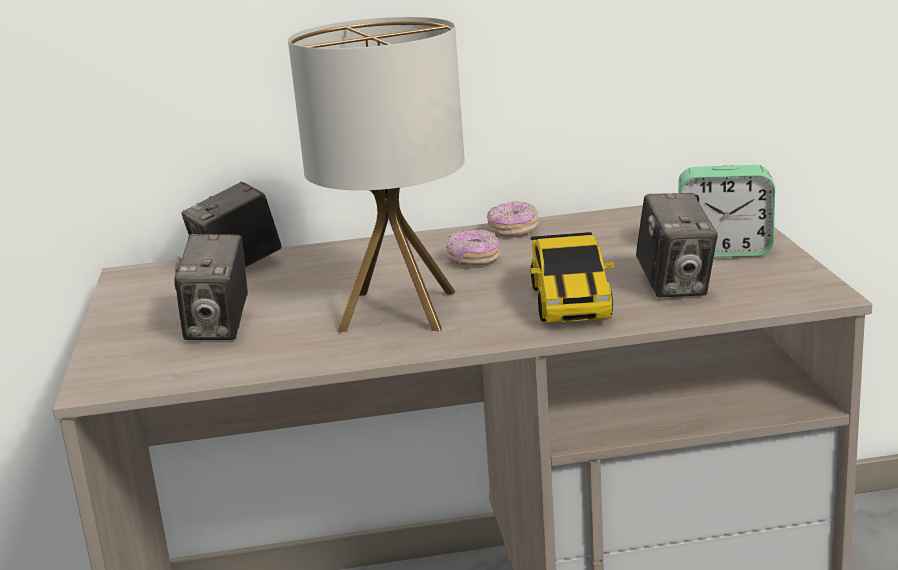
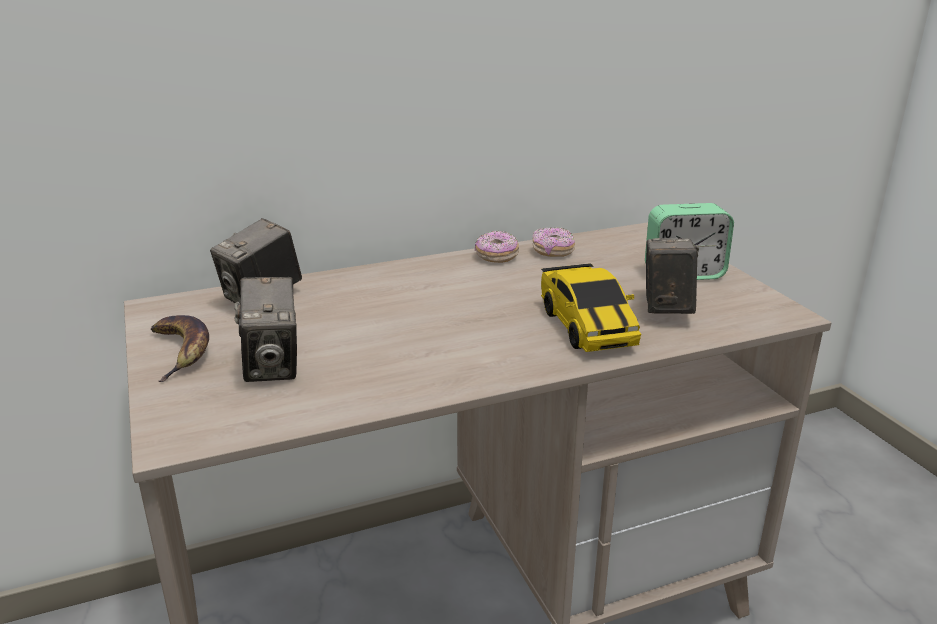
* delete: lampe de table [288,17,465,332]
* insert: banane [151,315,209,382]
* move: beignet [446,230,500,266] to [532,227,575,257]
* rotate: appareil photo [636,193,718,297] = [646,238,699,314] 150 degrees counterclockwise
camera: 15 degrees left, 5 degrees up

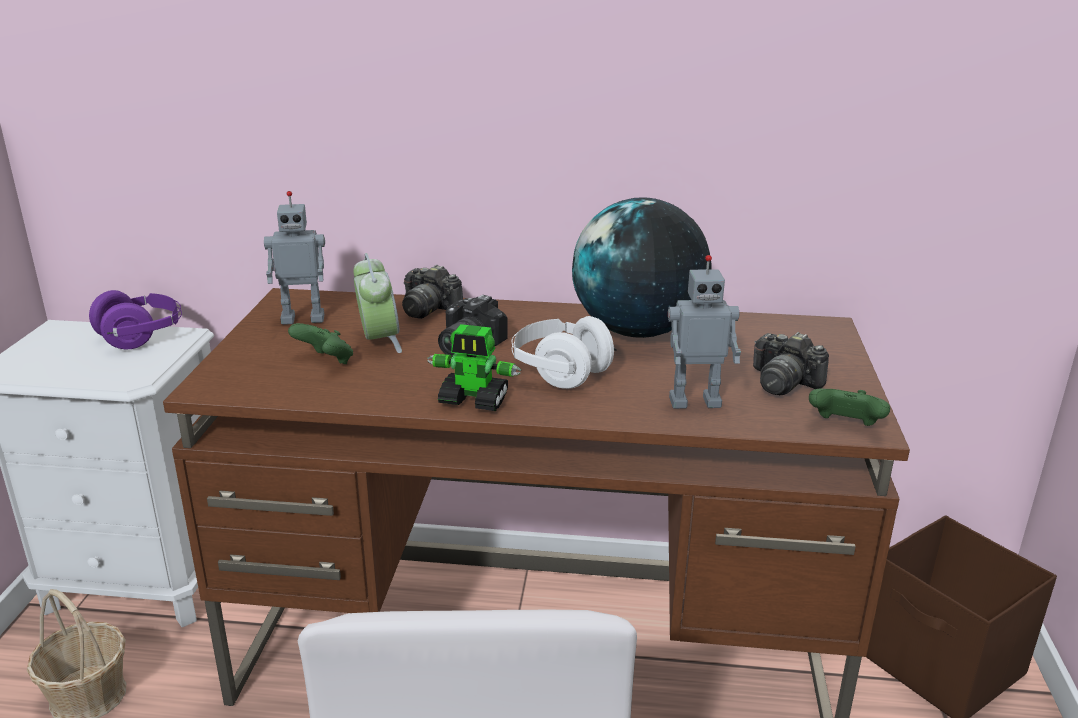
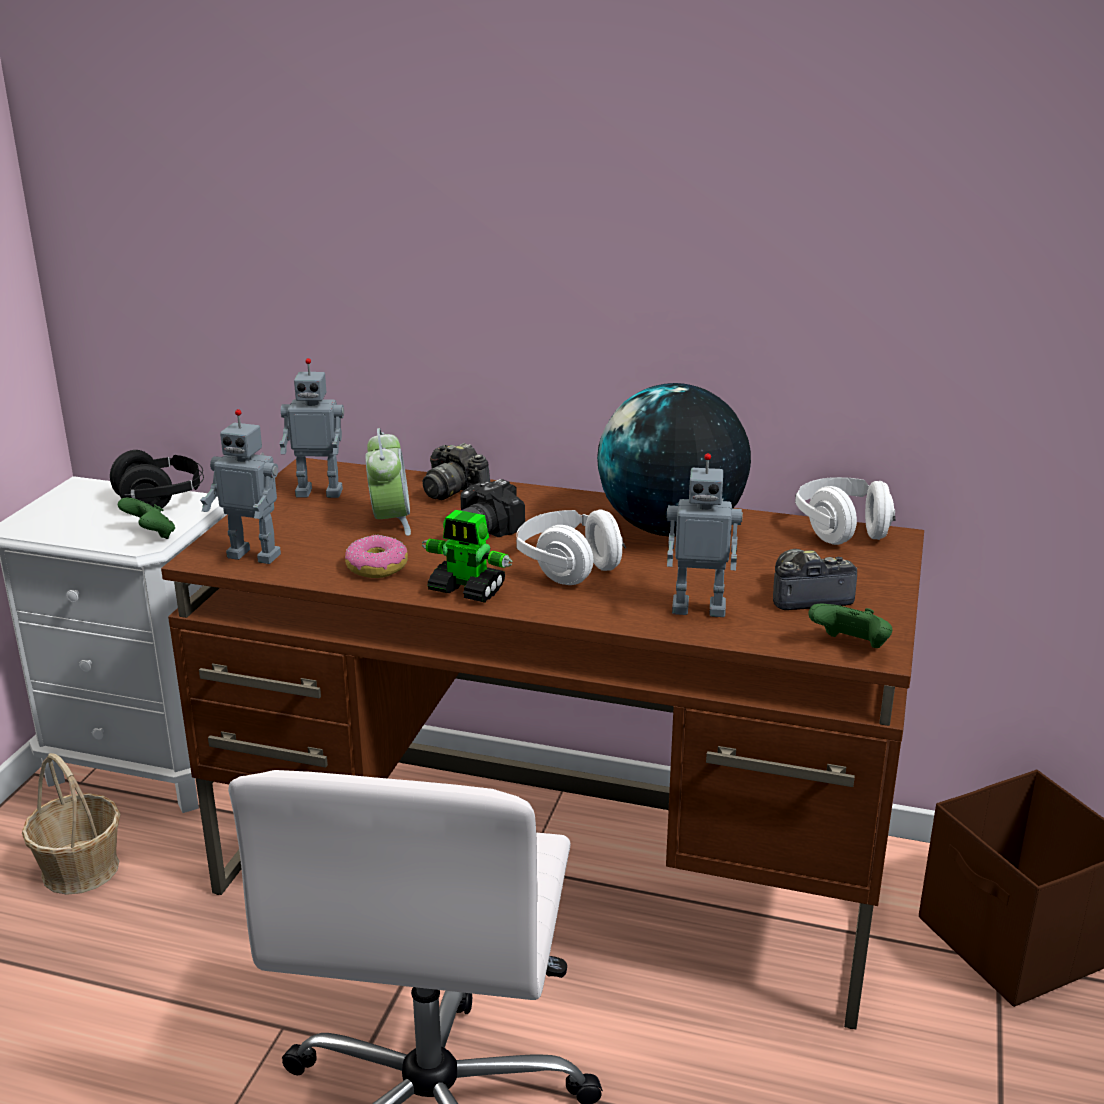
* insert: robot jouet [200,409,281,564]
* insert: beignet [345,535,408,578]
* insert: casque audio/blanc [795,477,895,545]
* move: manette/vert [288,323,353,364] to [118,498,175,539]
* recolor: casque audio/violet [89,290,182,349] to casque audio/noir [110,450,204,508]
* rotate: appareil photo [753,332,829,395] = [773,549,857,610] 120 degrees clockwise
camera: 10 degrees right, 0 degrees up

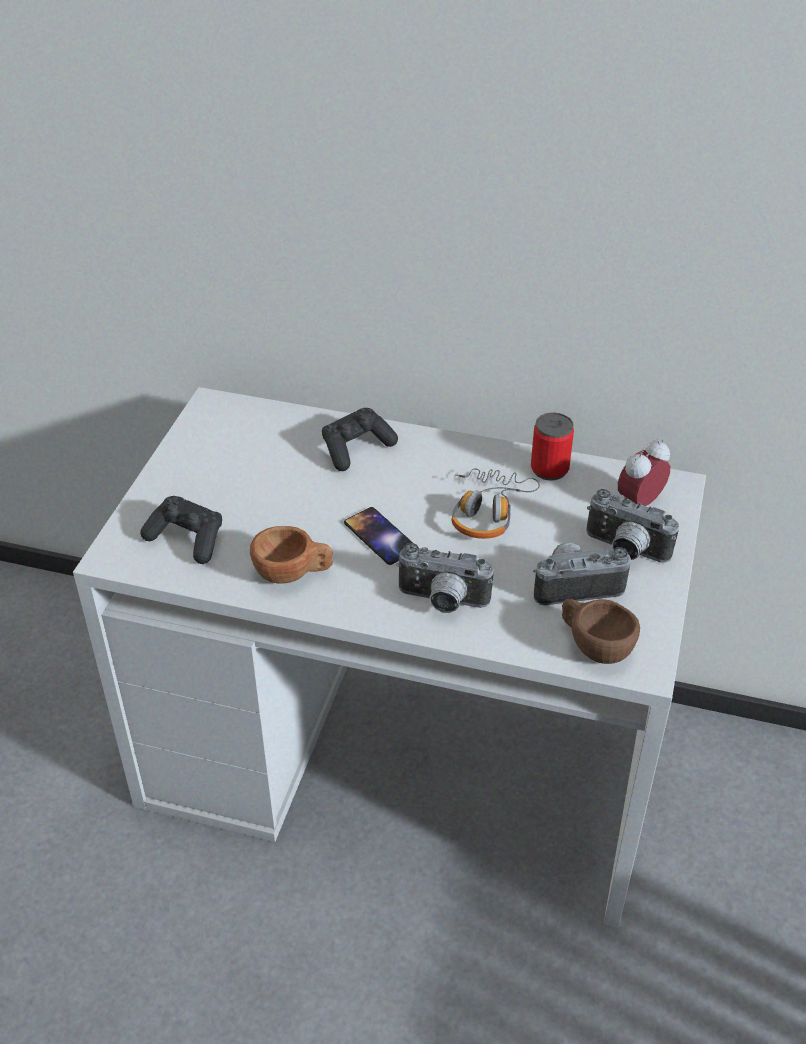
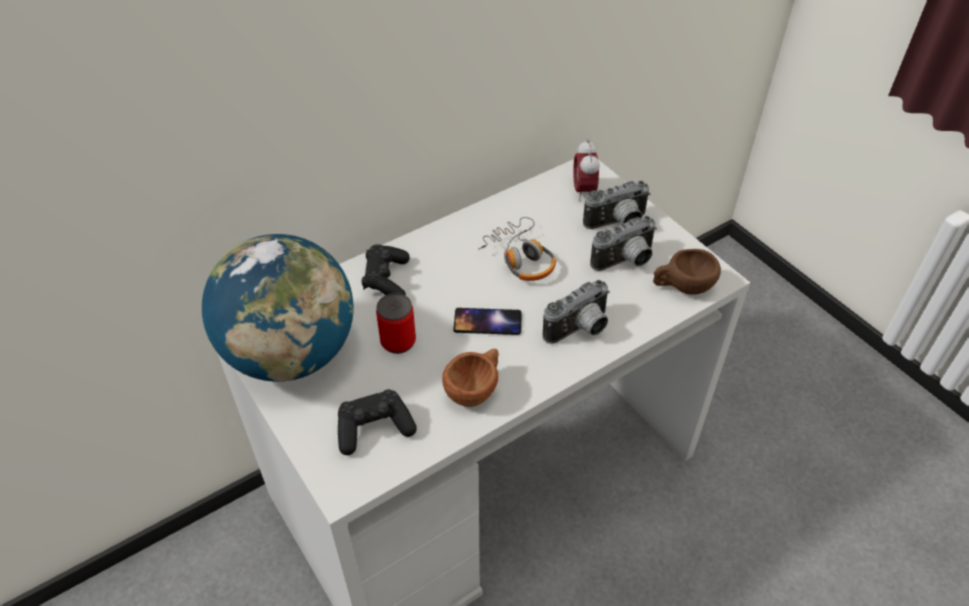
* insert: globe [202,234,354,382]
* move: boîte métallique [531,412,574,481] to [376,293,416,354]
* rotate: appareil photo [533,542,631,606] = [590,216,657,271] 150 degrees counterclockwise
camera: 50 degrees left, 5 degrees up

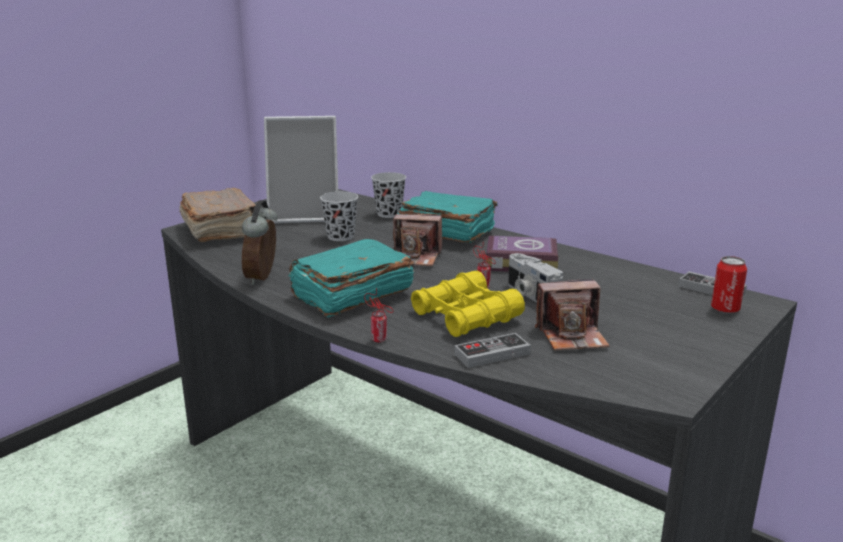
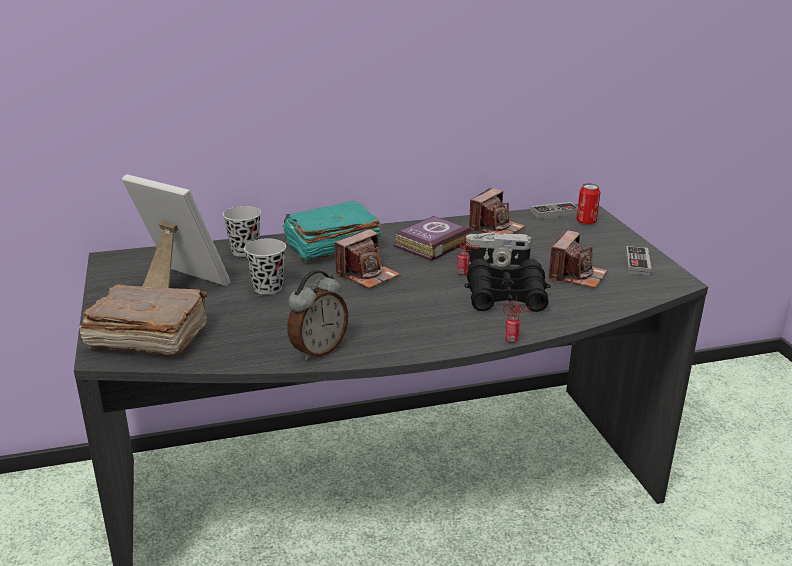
* delete: livre/turquoise [288,239,414,318]
* insert: appareil photo [469,188,525,235]
* move: manette [454,333,531,368] to [625,246,652,276]
* recolor: jumelles/jaune [411,271,525,337] to jumelles/noir [464,258,550,312]
* rotate: réveil [242,200,278,285] = [288,270,348,361] 90 degrees counterclockwise
* rotate: cadre photo [264,116,338,223] = [122,174,230,288] 90 degrees counterclockwise
camera: 55 degrees left, 5 degrees up

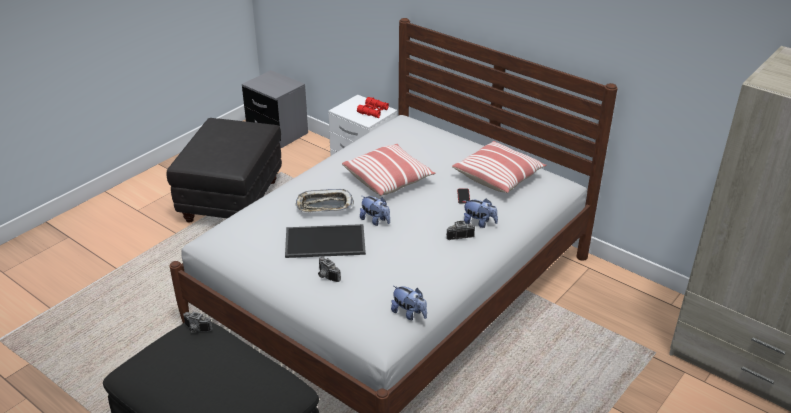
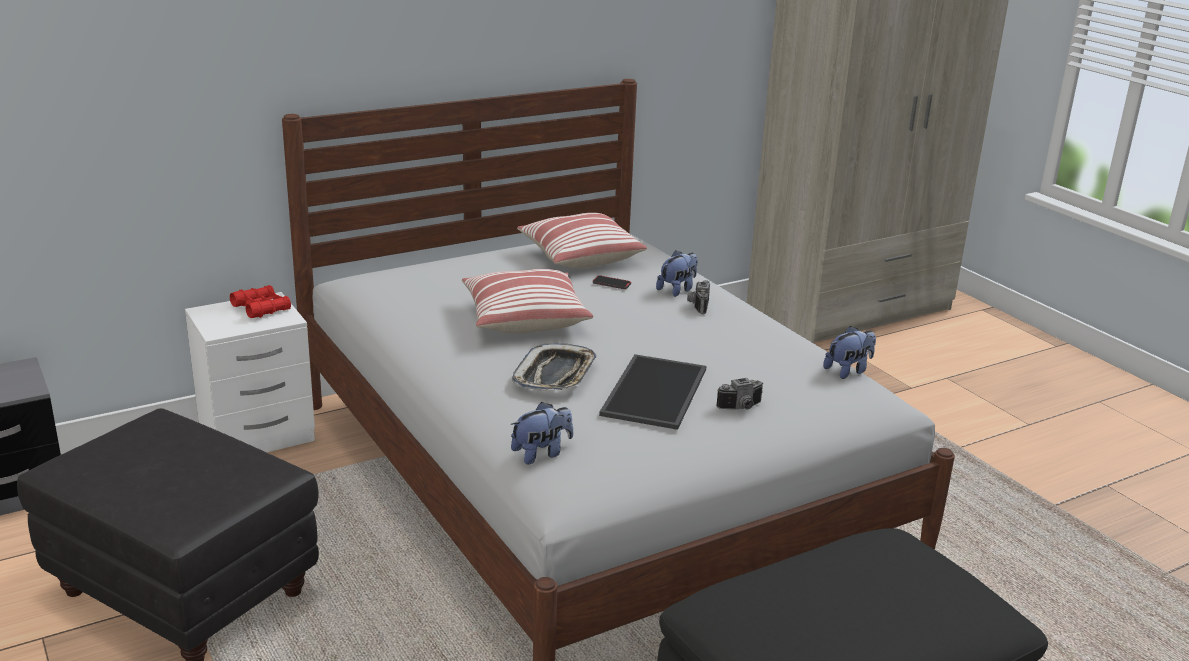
* delete: appareil photo [183,312,213,333]
* move: peluche [360,196,390,226] to [511,402,573,465]
camera: 70 degrees left, 10 degrees down

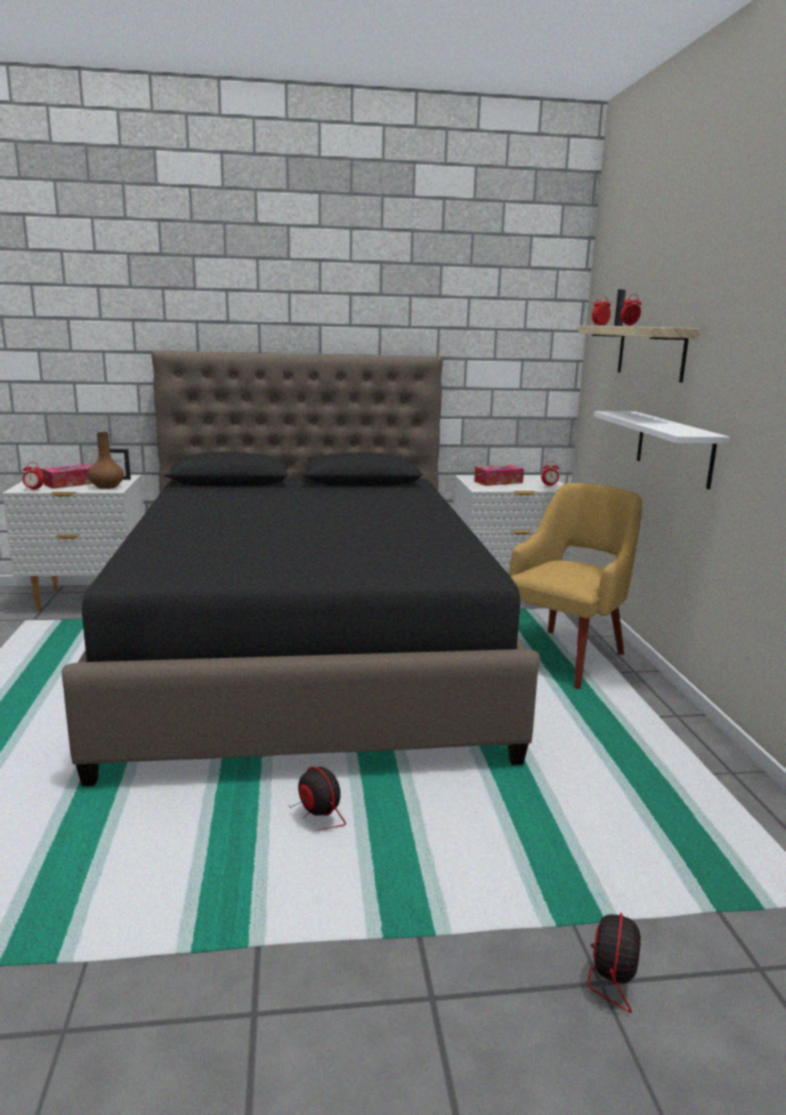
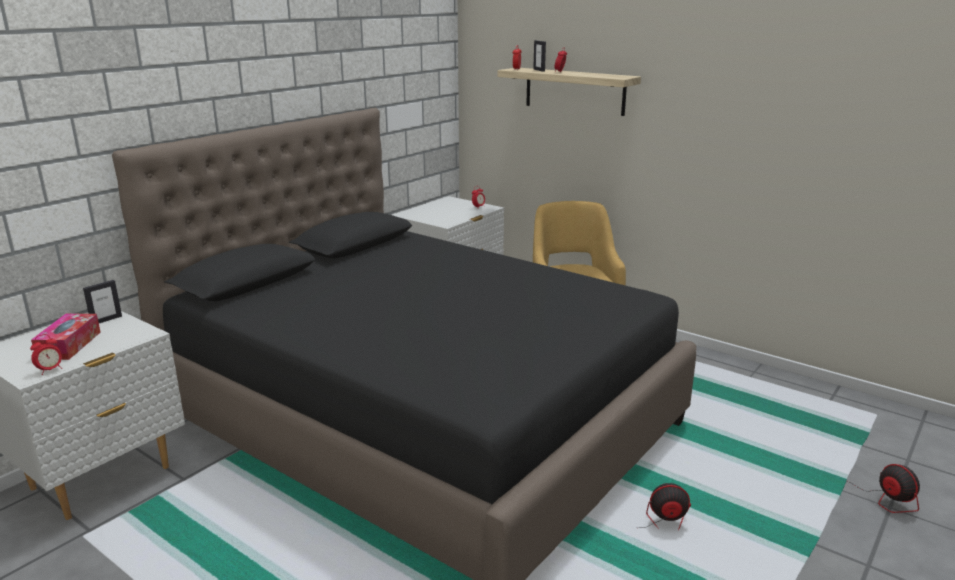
* delete: vase/marron [88,432,124,489]
* delete: boîte à mouchoirs [474,465,524,486]
* delete: étagère/blanc [594,411,730,490]
camera: 45 degrees left, 5 degrees up

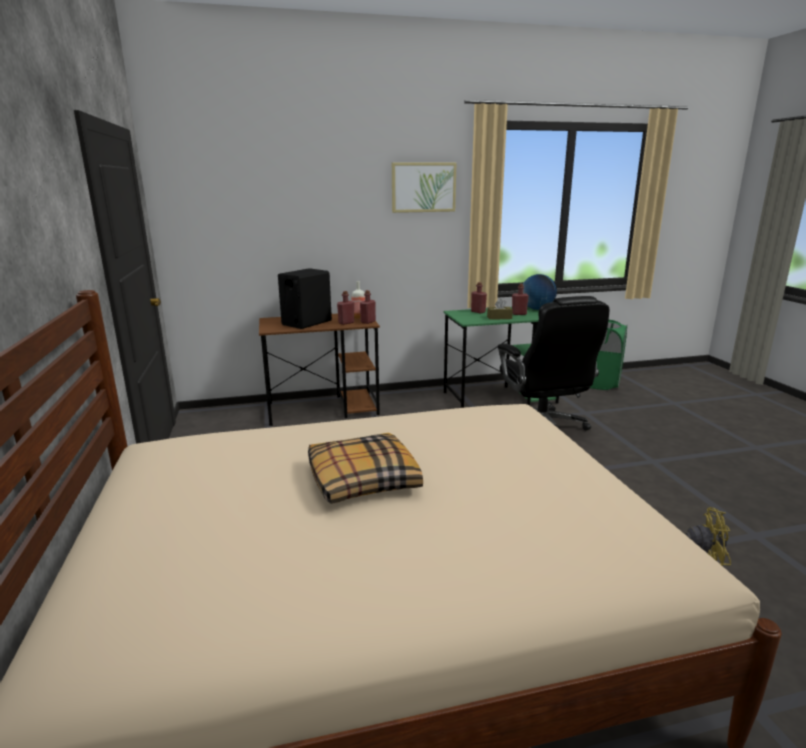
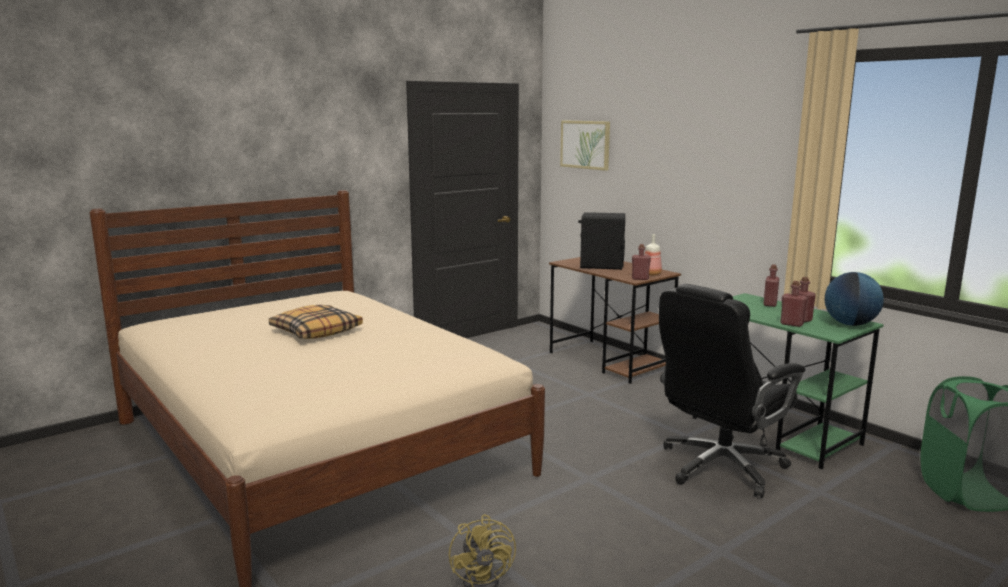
* delete: boîte à mouchoirs/marron [487,299,513,320]
* move: bouteille/rouge [337,291,354,325] to [780,281,808,327]
* move: tableau [392,162,456,213] to [560,120,610,171]
camera: 65 degrees right, 5 degrees down

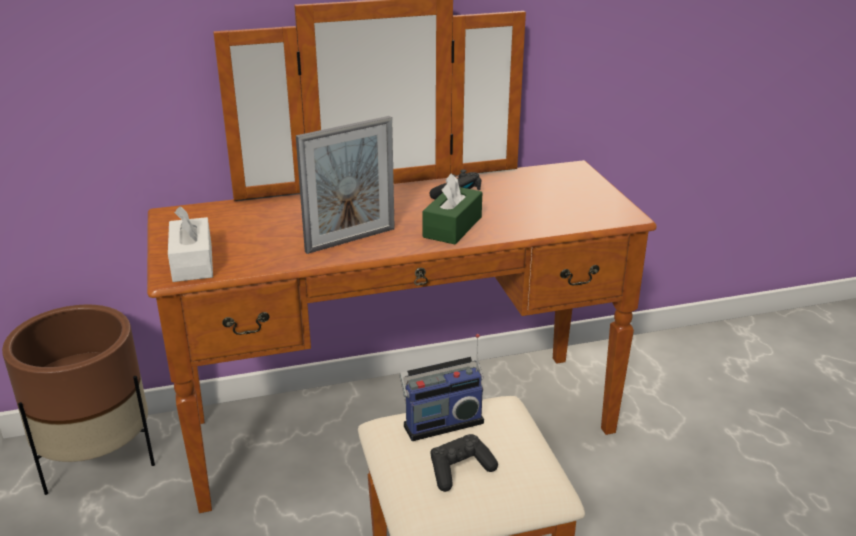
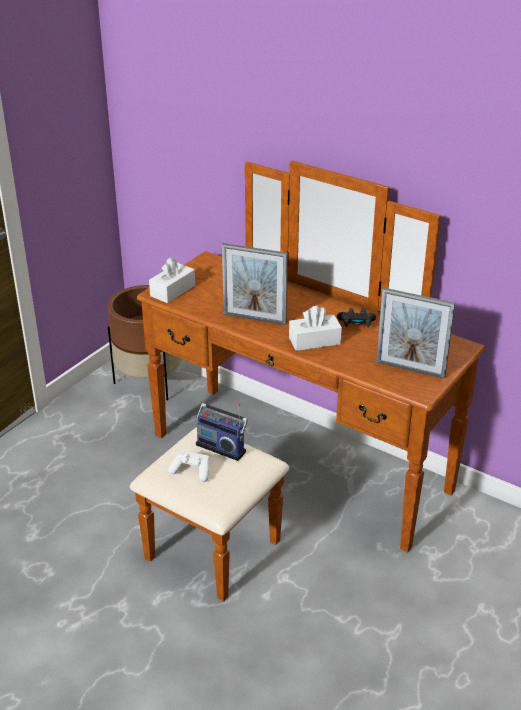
* insert: cadre photo [376,288,455,379]
* recolor: boîte à mouchoirs/vert [422,173,482,244] to boîte à mouchoirs/blanc [289,305,342,351]
* recolor: manette/noir [431,434,498,492] to manette/blanc [169,450,210,482]
camera: 50 degrees right, 5 degrees up

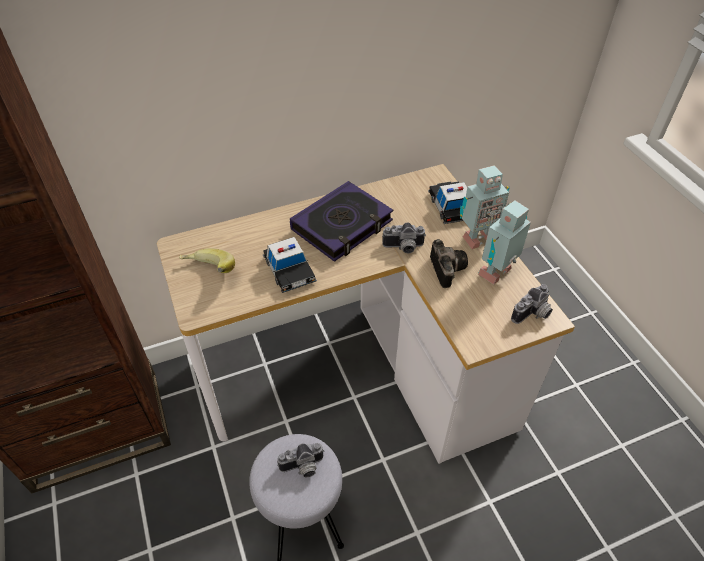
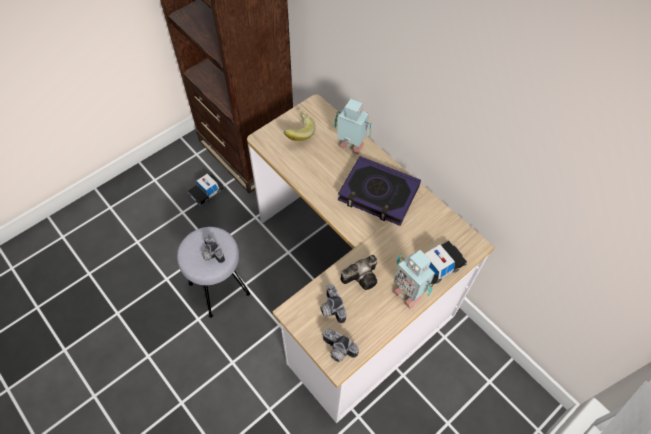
* move: petite voiture [263,237,317,293] to [188,173,225,206]
* move: appareil photo [382,222,426,253] to [320,284,346,323]
* move: robot jouet [478,200,531,284] to [335,99,372,154]
camera: 70 degrees right, 10 degrees up

